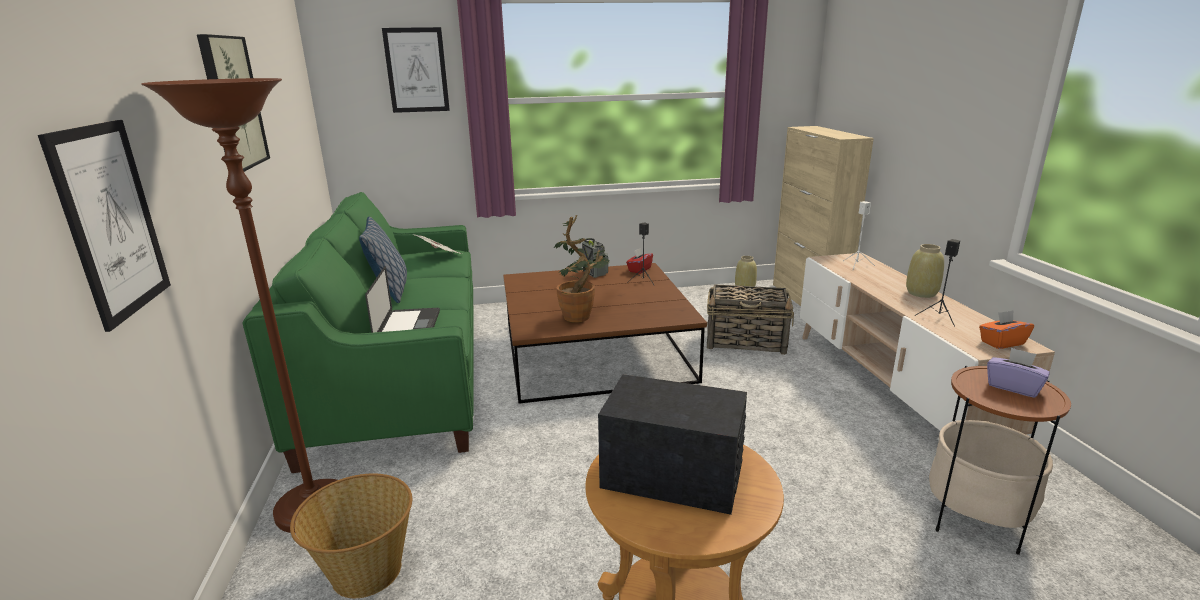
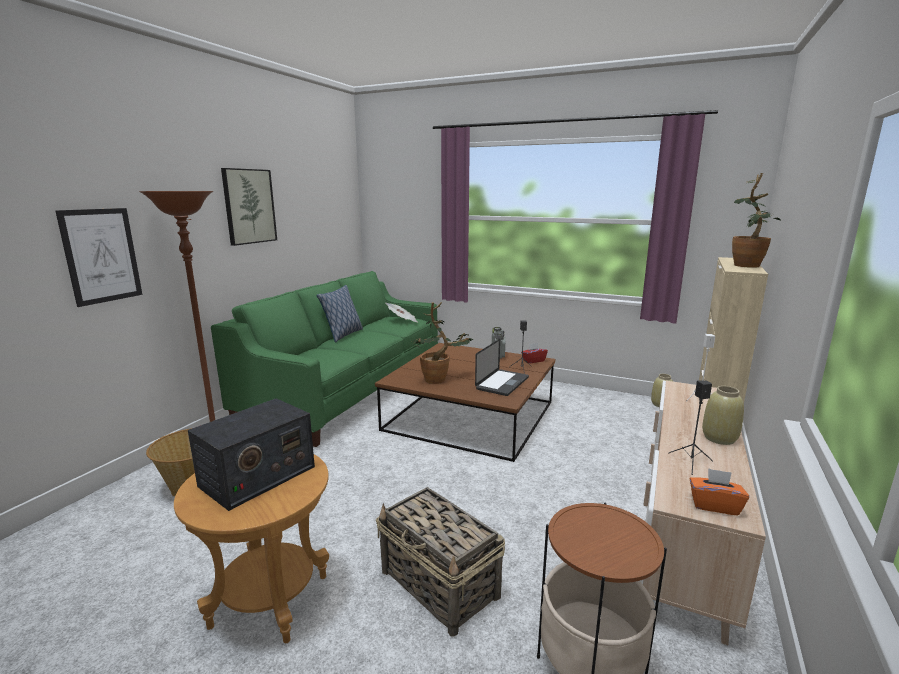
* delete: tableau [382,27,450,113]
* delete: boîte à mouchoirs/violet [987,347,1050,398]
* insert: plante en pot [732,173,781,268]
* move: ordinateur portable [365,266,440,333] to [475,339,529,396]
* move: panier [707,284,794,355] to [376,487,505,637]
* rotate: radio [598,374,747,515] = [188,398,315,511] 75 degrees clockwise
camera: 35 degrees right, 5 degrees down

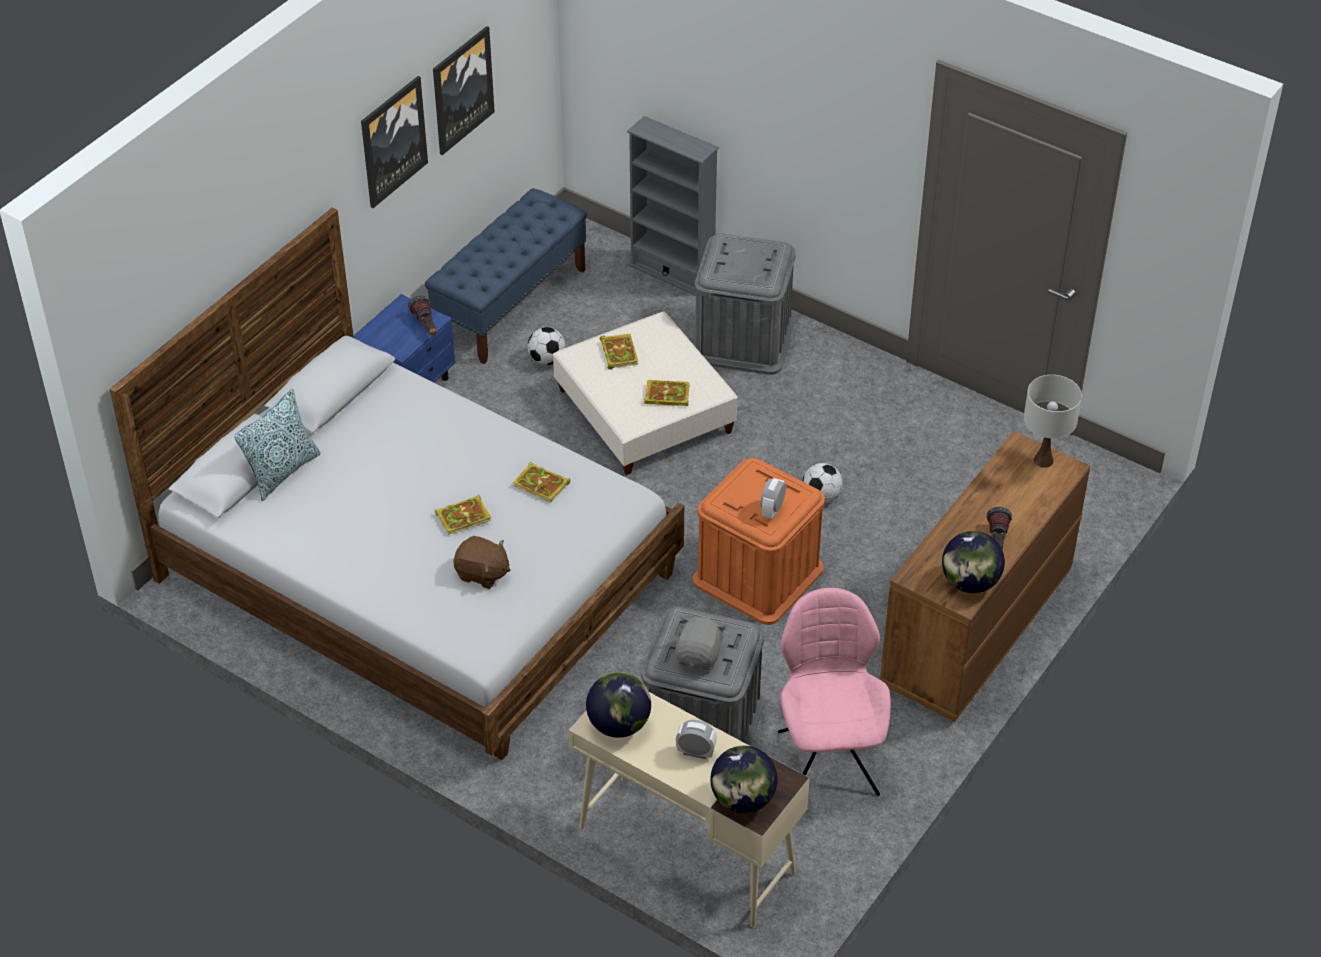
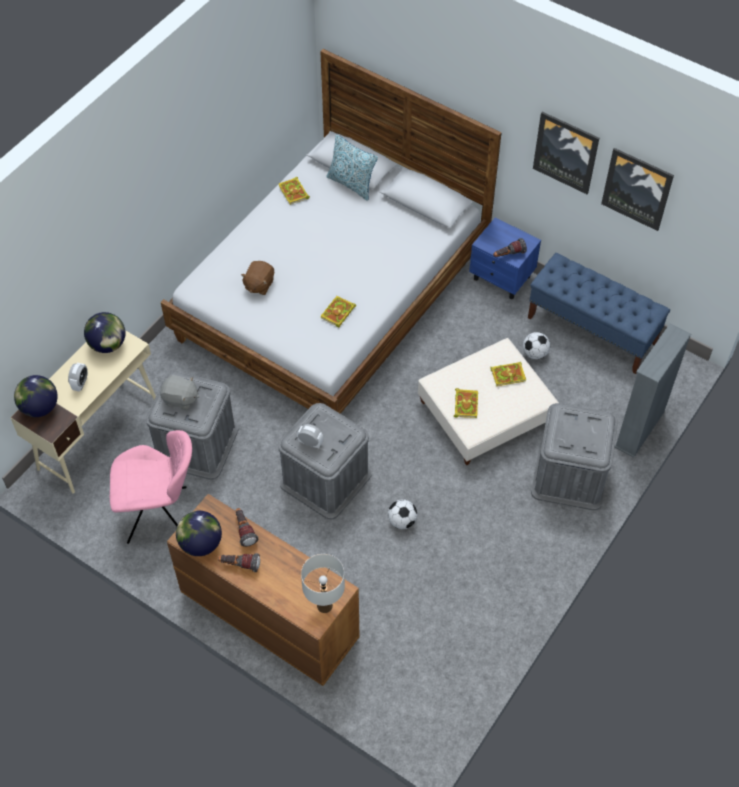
* insert: lampe de poche [236,508,258,547]
* move: livre [435,494,491,535] to [279,177,310,205]
* recolor: boîte de rangement/orange [693,458,825,625] to boîte de rangement/gris [278,403,372,520]
camera: 90 degrees right, 10 degrees up

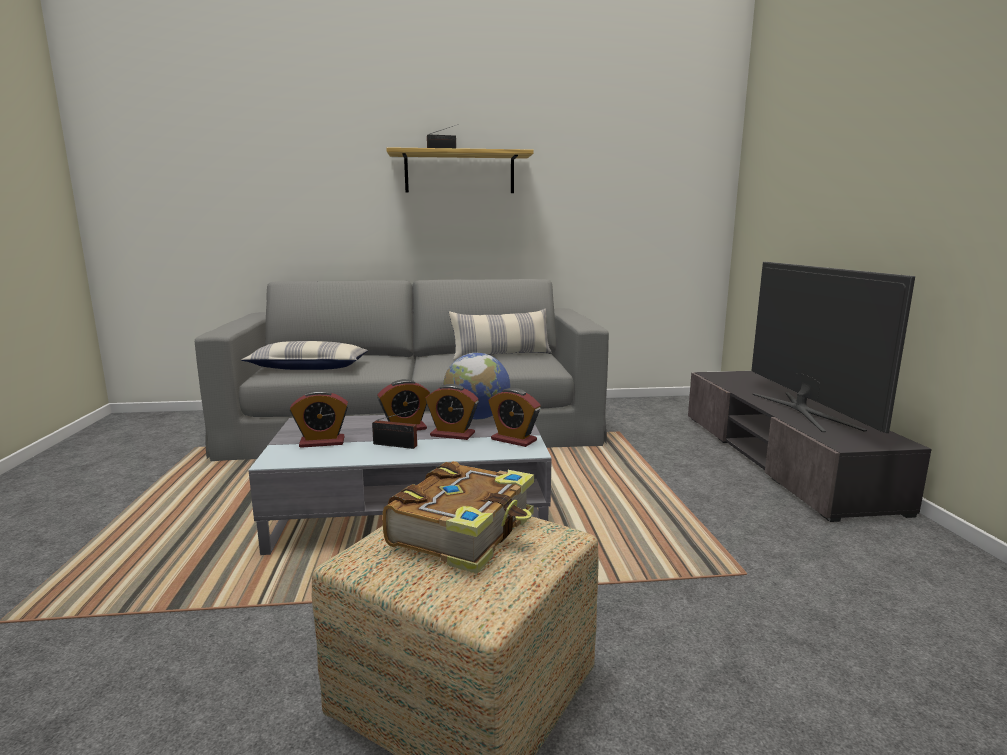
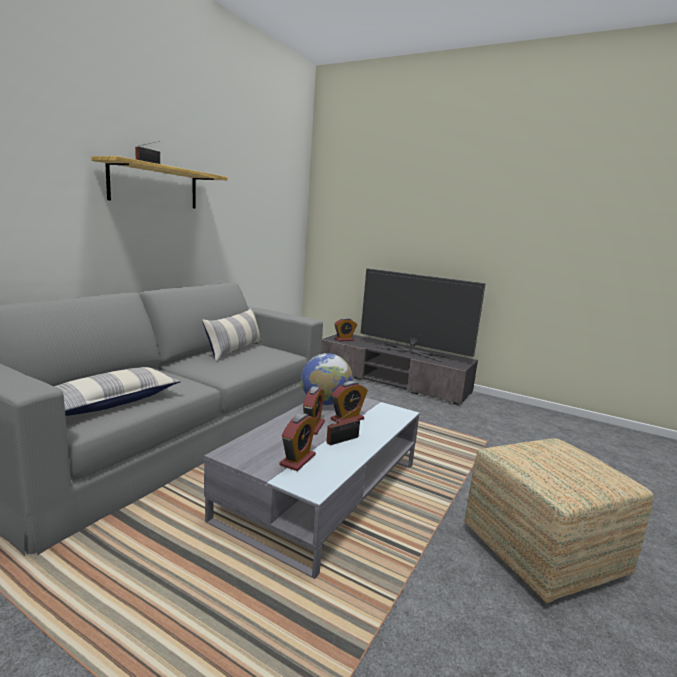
* delete: livre [382,461,534,574]
* move: réveil [489,388,541,447] to [334,318,357,341]
camera: 55 degrees left, 0 degrees up

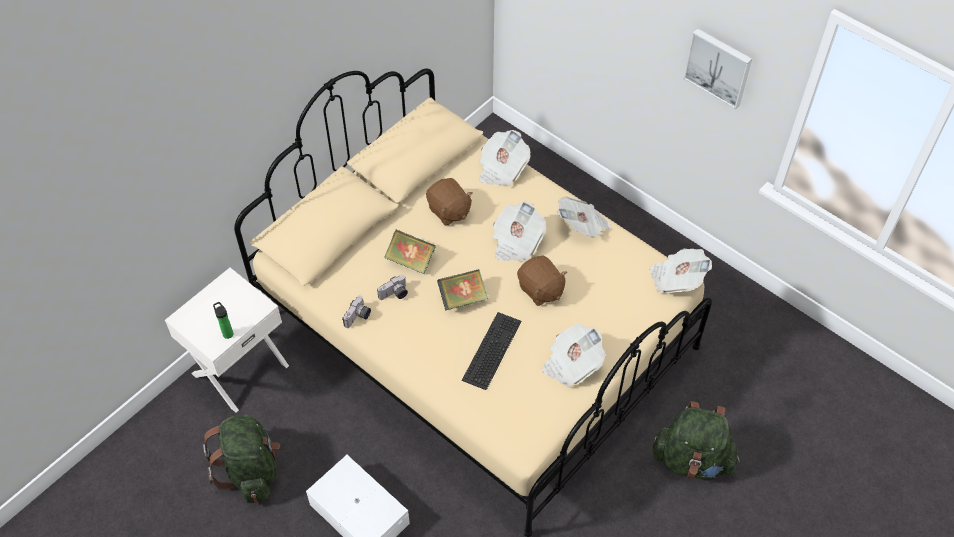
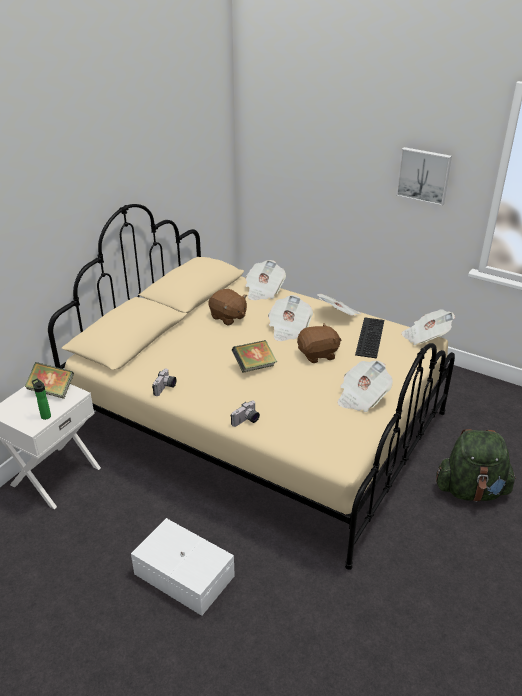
* delete: sac à dos/vert [203,414,280,503]
* move: appareil photo [377,275,408,300] to [231,401,260,427]
* move: livre [384,229,436,274] to [25,362,74,399]
* move: clavier [462,312,521,390] to [355,317,384,358]
* rotate: peluche/marron [517,256,567,306] = [297,323,341,363] 60 degrees counterclockwise
camera: 10 degrees left, 20 degrees down

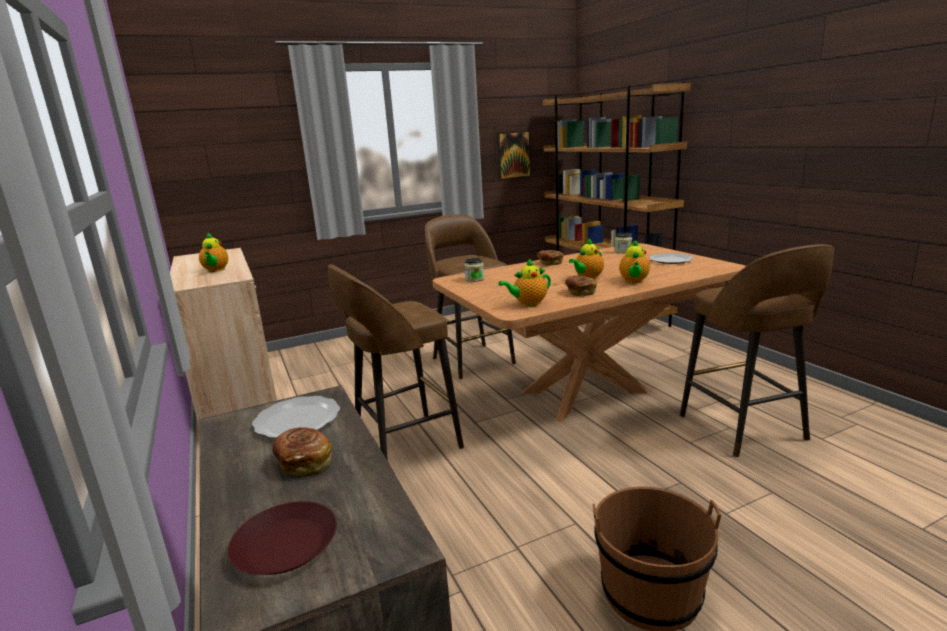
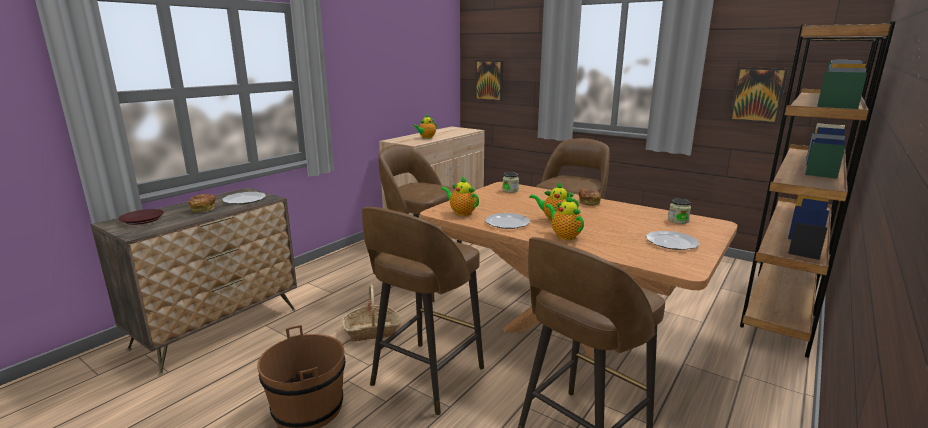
* insert: panier [342,285,401,341]
* insert: tabouret/marron [362,207,484,415]
* insert: tableau [475,60,503,101]
* replace: pain [565,276,597,296] to assiette [485,213,530,229]
* rotate: théière [619,240,650,283] = [545,195,584,240] 75 degrees clockwise
camera: 60 degrees right, 0 degrees up

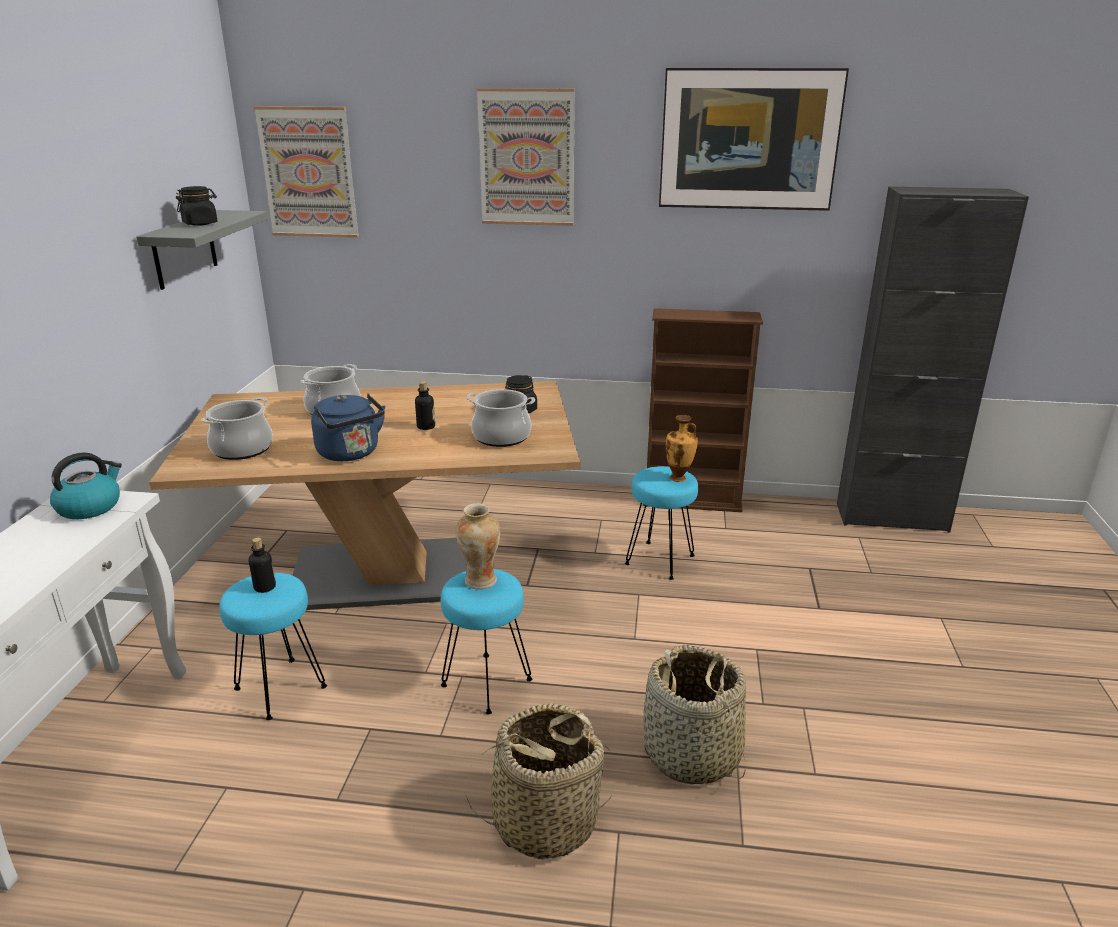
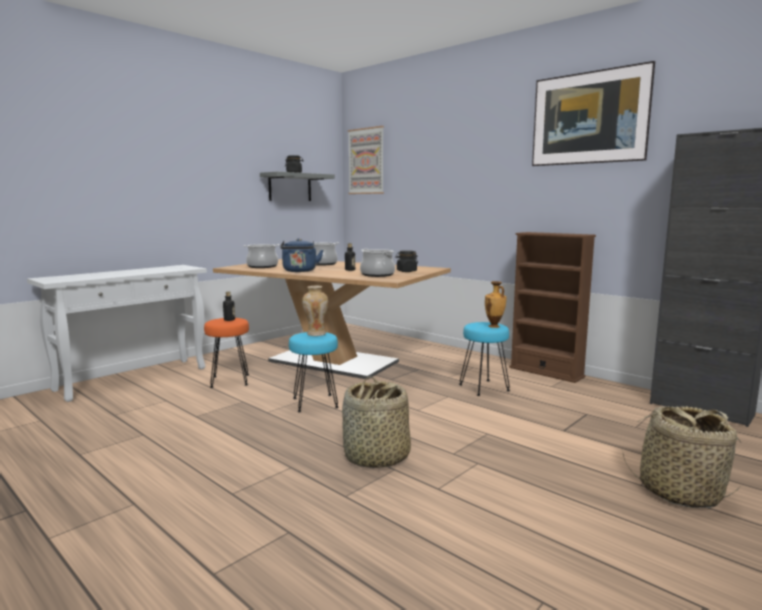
* delete: bouilloire [50,452,122,519]
* delete: tableau [477,88,575,226]
* move: panier [465,703,613,860] to [622,406,742,508]
* recolor: tabouret/turquoise [219,573,327,720] to tabouret/orange [204,318,249,388]
camera: 35 degrees right, 15 degrees down

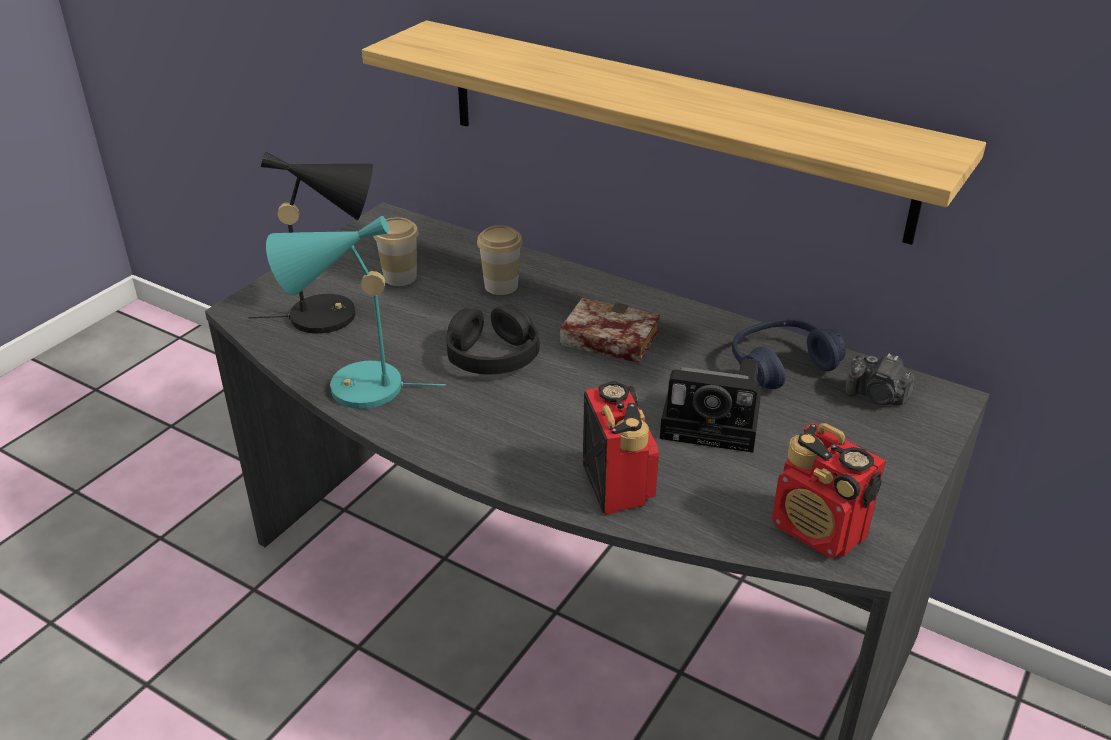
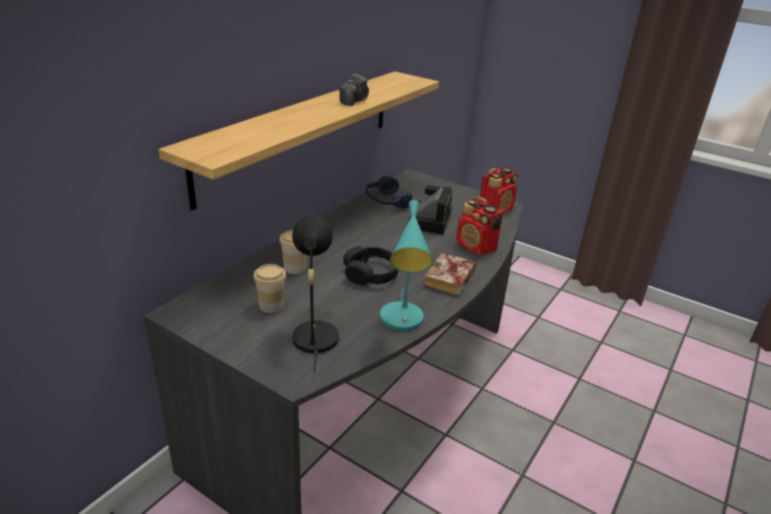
* move: livre [560,298,660,363] to [424,253,476,296]
* move: appareil photo [845,353,915,405] to [339,74,369,106]
* rotate: radio [583,381,659,515] = [456,197,503,255] 120 degrees counterclockwise
camera: 90 degrees left, 5 degrees down

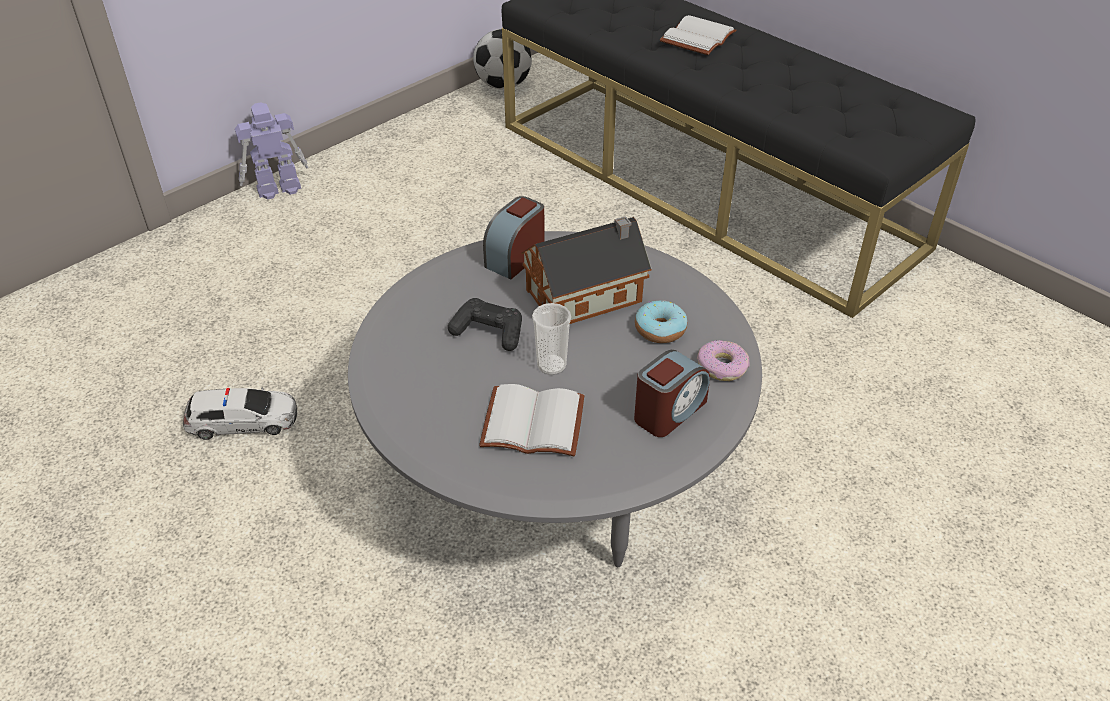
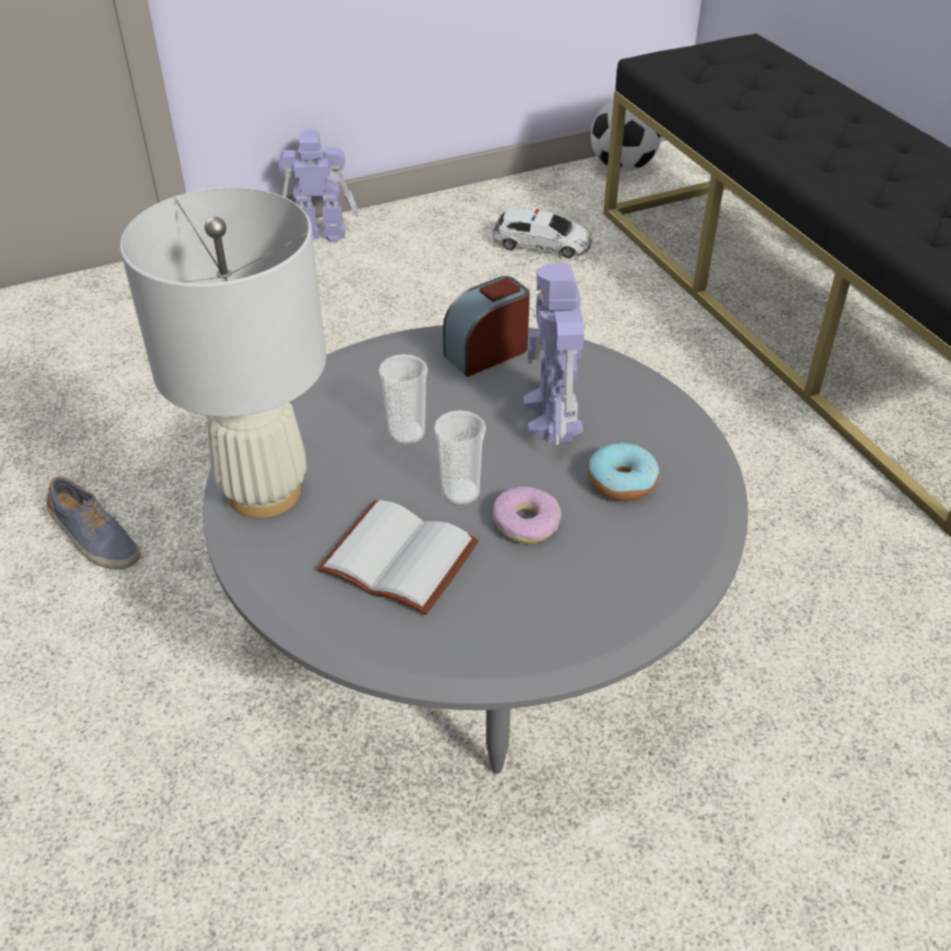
* delete: réveil [634,350,710,437]
* delete: livre/blanc [660,15,737,55]
* insert: chaussure [46,477,141,570]
* insert: lampe de table/blanc [120,187,326,518]
* move: petite voiture [183,387,297,440] to [493,208,592,258]
* move: beignet [697,340,750,381] to [493,486,561,543]
* replace: manette/noir [448,298,522,351] to tasse [379,354,428,445]
* replace: maison miniature [521,216,652,324] to robot jouet [523,263,585,445]
camera: 20 degrees right, 0 degrees up

